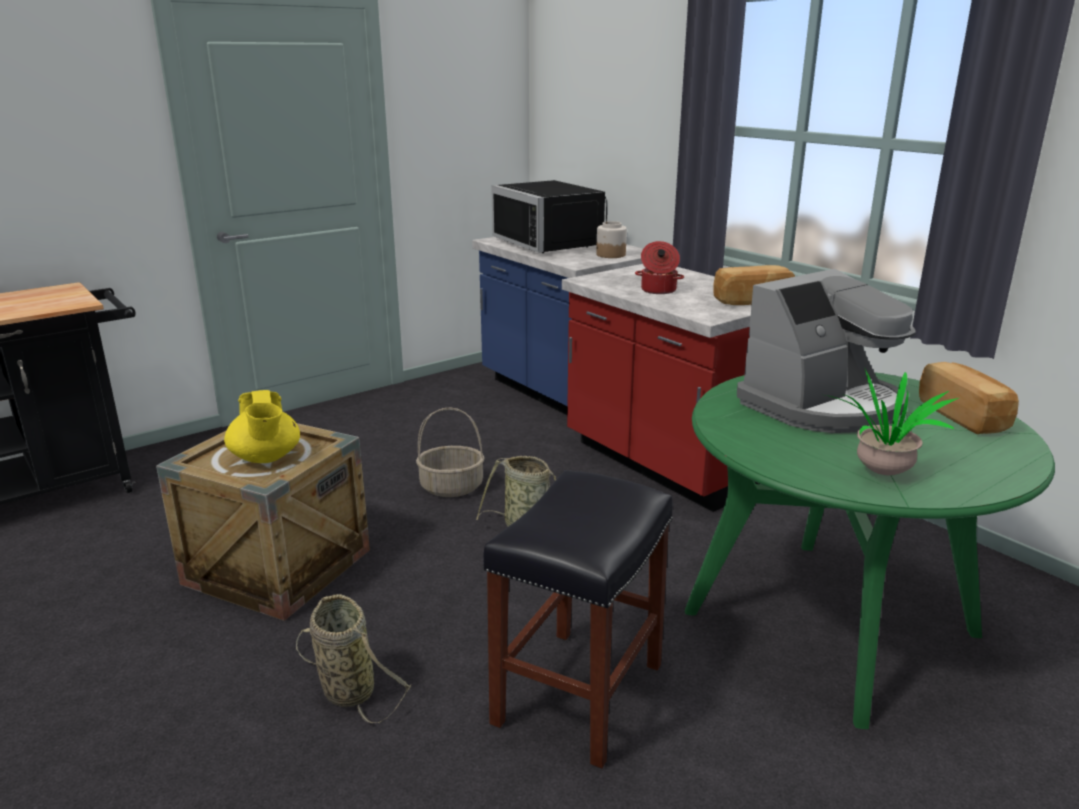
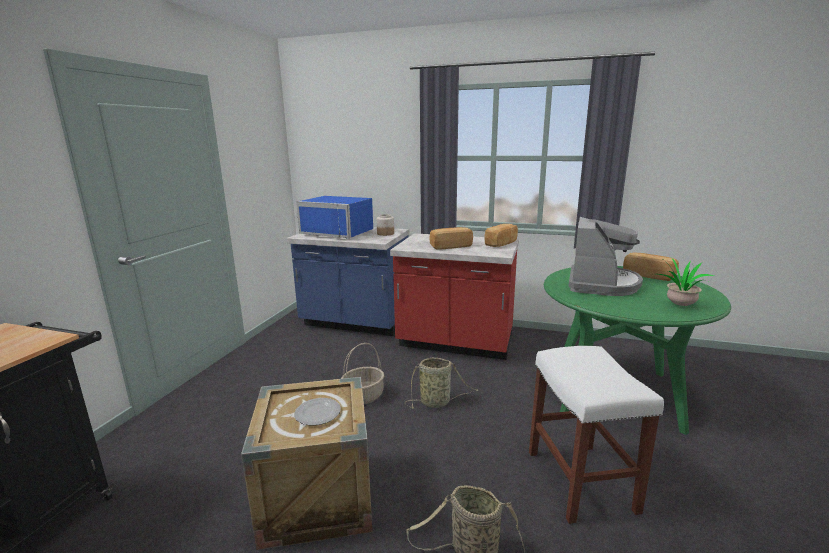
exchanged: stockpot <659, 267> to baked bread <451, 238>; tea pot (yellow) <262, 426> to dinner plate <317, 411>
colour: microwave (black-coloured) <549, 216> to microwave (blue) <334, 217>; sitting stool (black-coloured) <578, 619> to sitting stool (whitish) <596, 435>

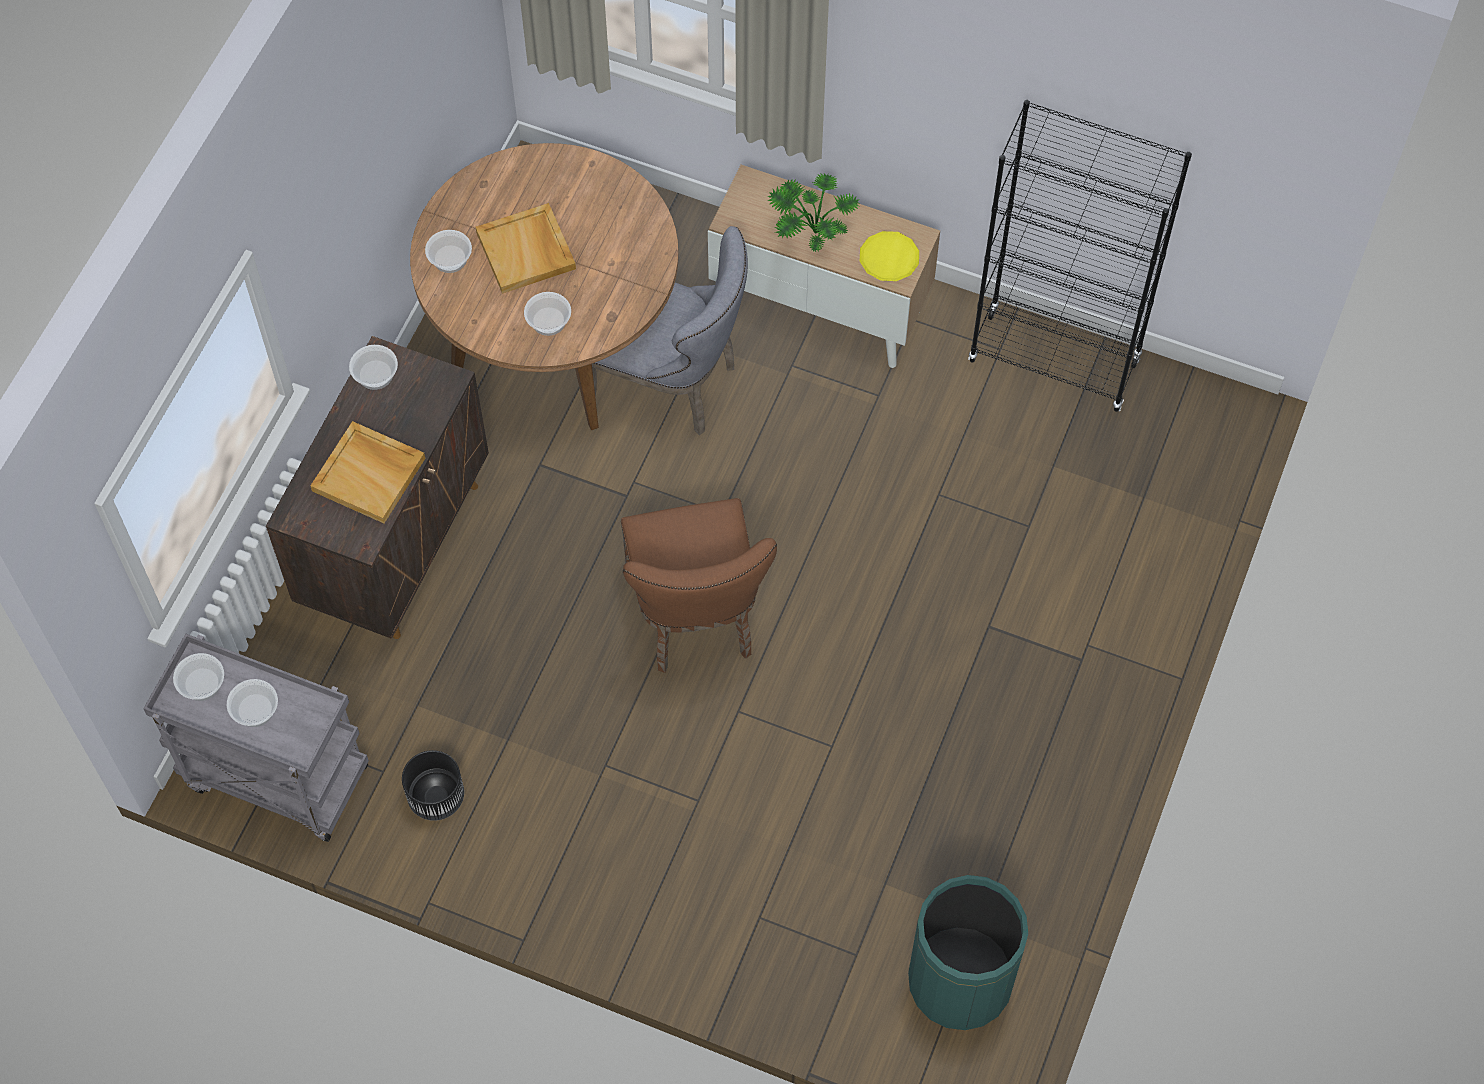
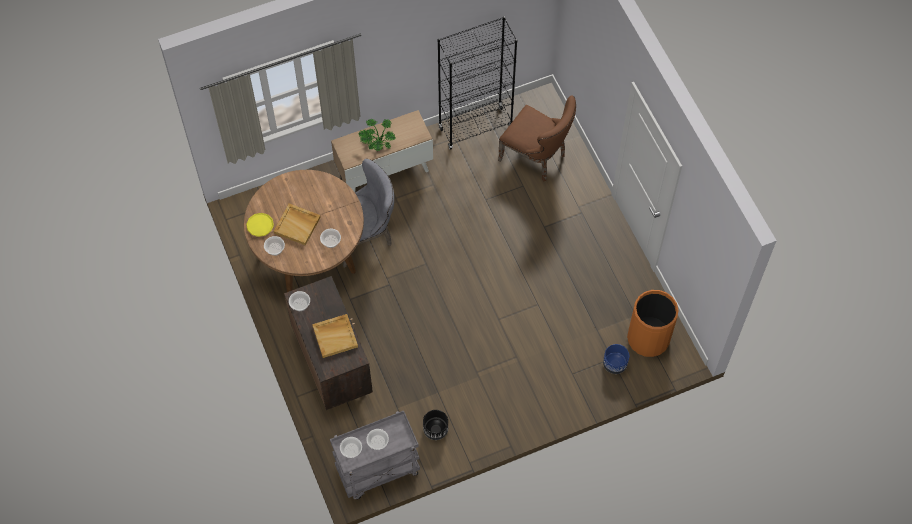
appeared: planter (blue) <616, 359>
relocated: dinner plate (yellow) <889, 256> to <260, 225>; chair (brownish) <699, 585> to <537, 139>
colour: trash can (green-coloured) <968, 952> to trash can (orangey) <653, 323>

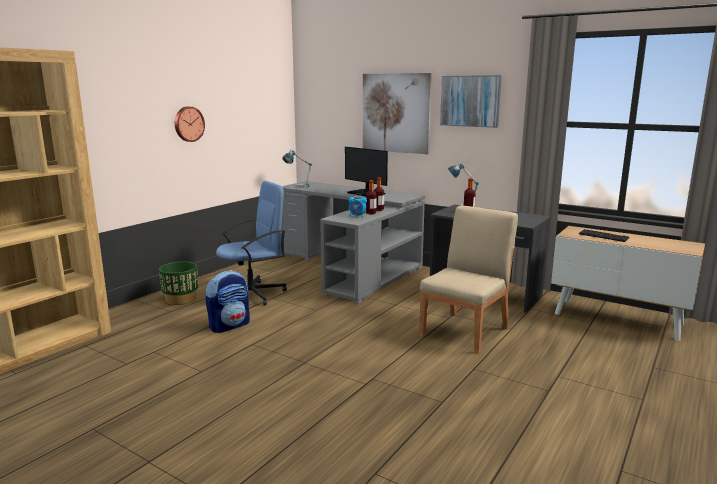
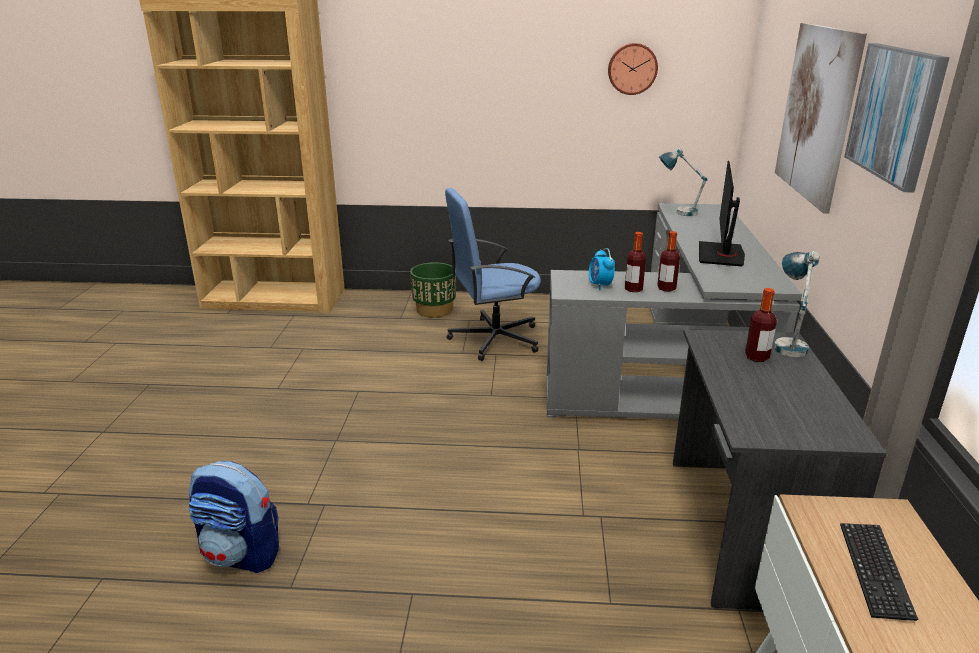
missing: chair (beige-coloured) <468, 280>
relocated: hanging clock <190, 124> to <633, 69>; rucksack <228, 301> to <234, 517>
spun: computer chair (blue) <251, 243> = <493, 274> 135 degrees clockwise

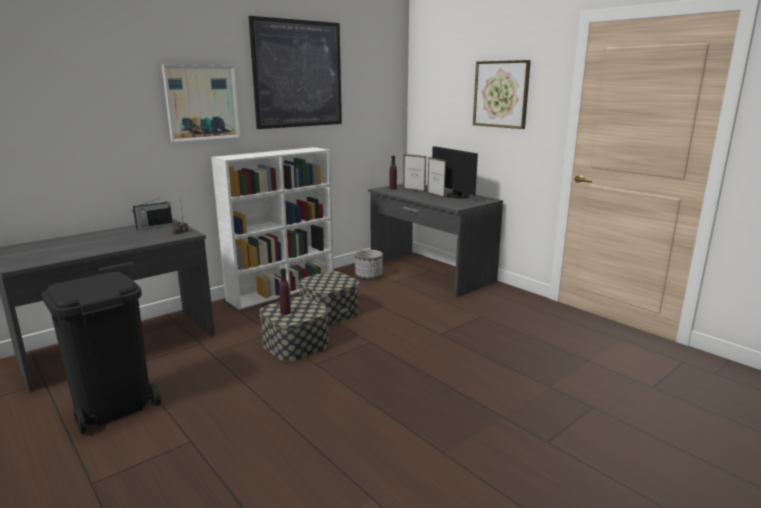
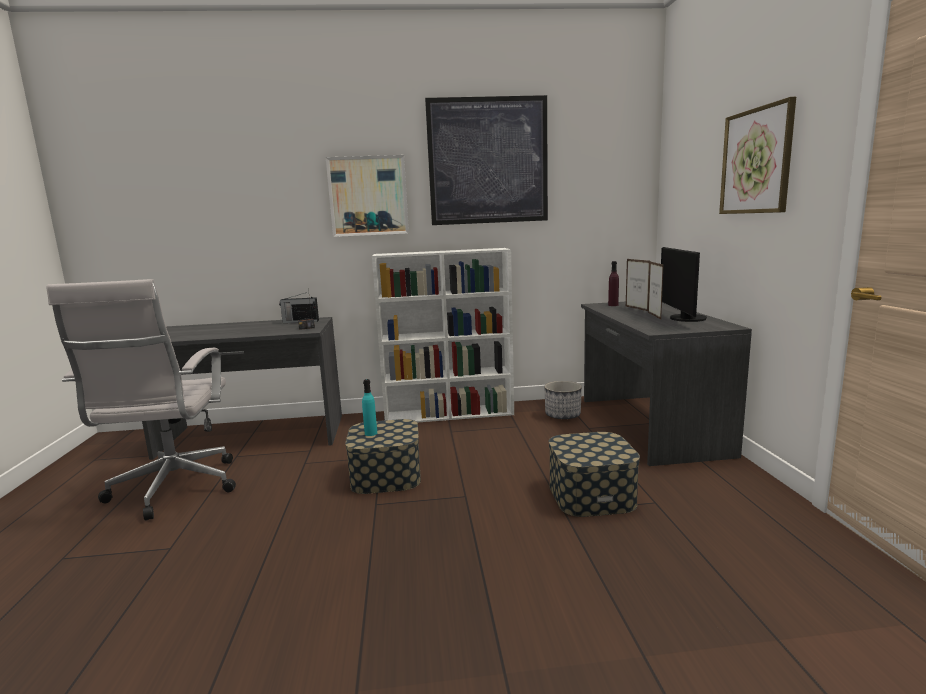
relocated: storage box <329, 298> to <594, 474>
exchanged: trash can (black-coloured) <101, 353> to computer chair (whitish) <141, 400>
colour: beverage bottle (purplish) <285, 291> to beverage bottle (turquoise-coloured) <369, 407>

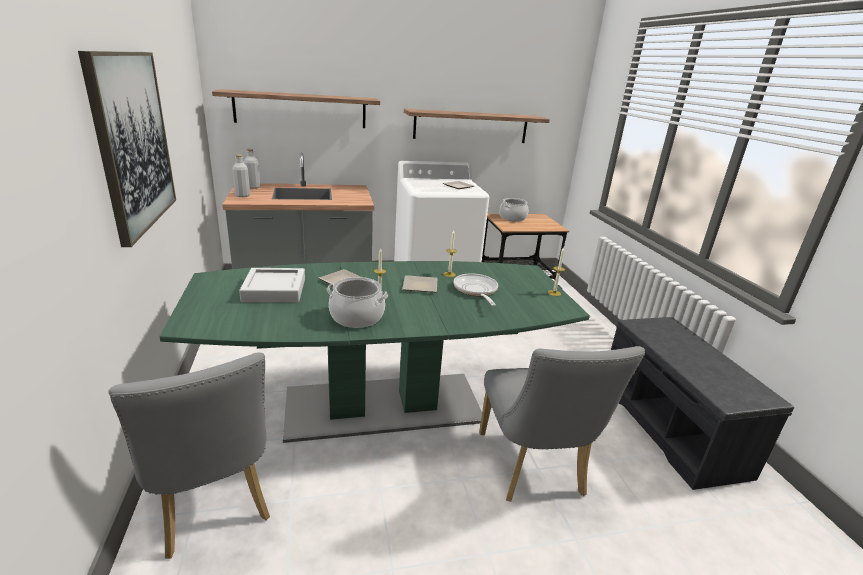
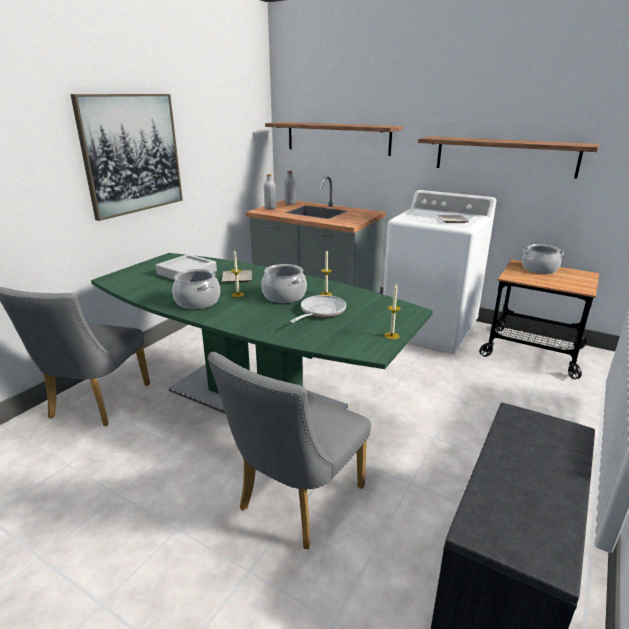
exchanged: dinner plate <419, 283> to stockpot <284, 283>

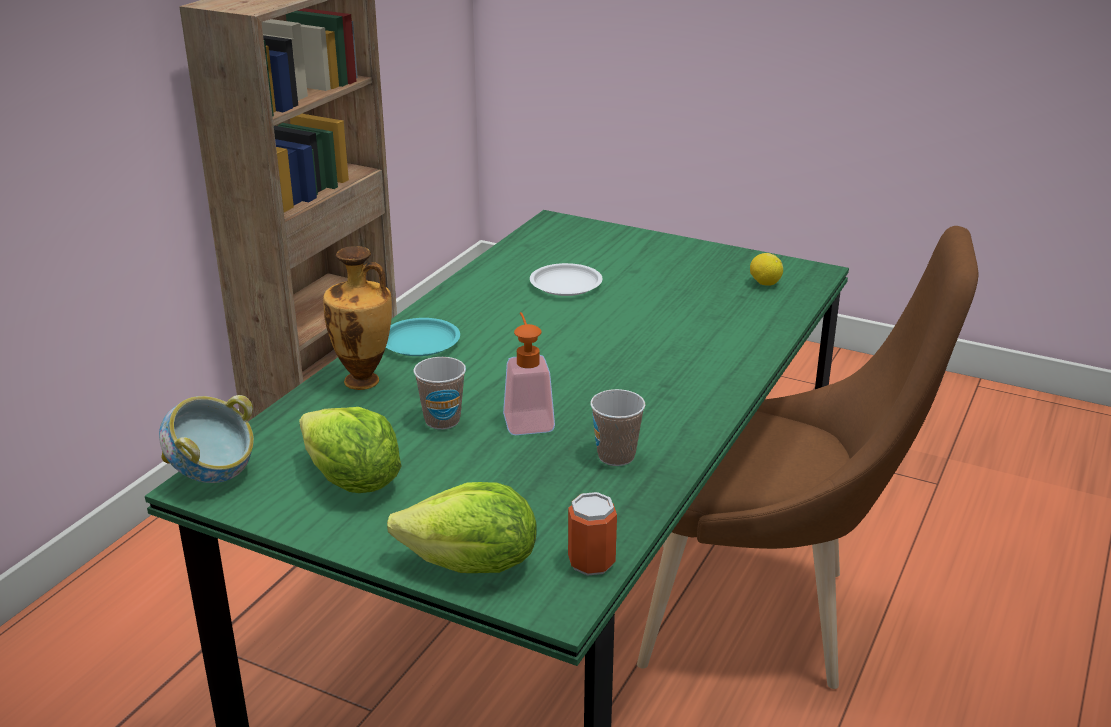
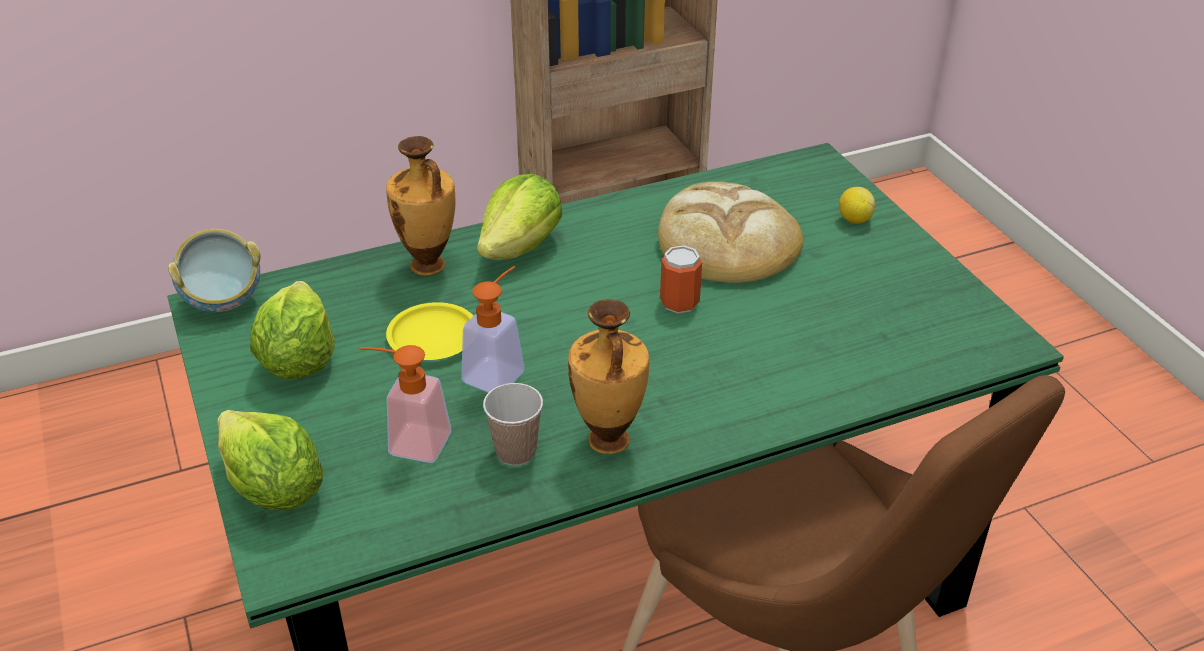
appeared: decorative vase <608, 376>; soap bottle <405, 404>
relocated: lemon <766, 269> to <857, 205>; can <592, 534> to <681, 279>
exchanged: dinner plate (whitish) <566, 279> to baked bread <730, 232>; dinner plate (turquoise-coloured) <423, 337> to head of lettuce <519, 217>; cup <439, 393> to dinner plate (yellow) <429, 331>

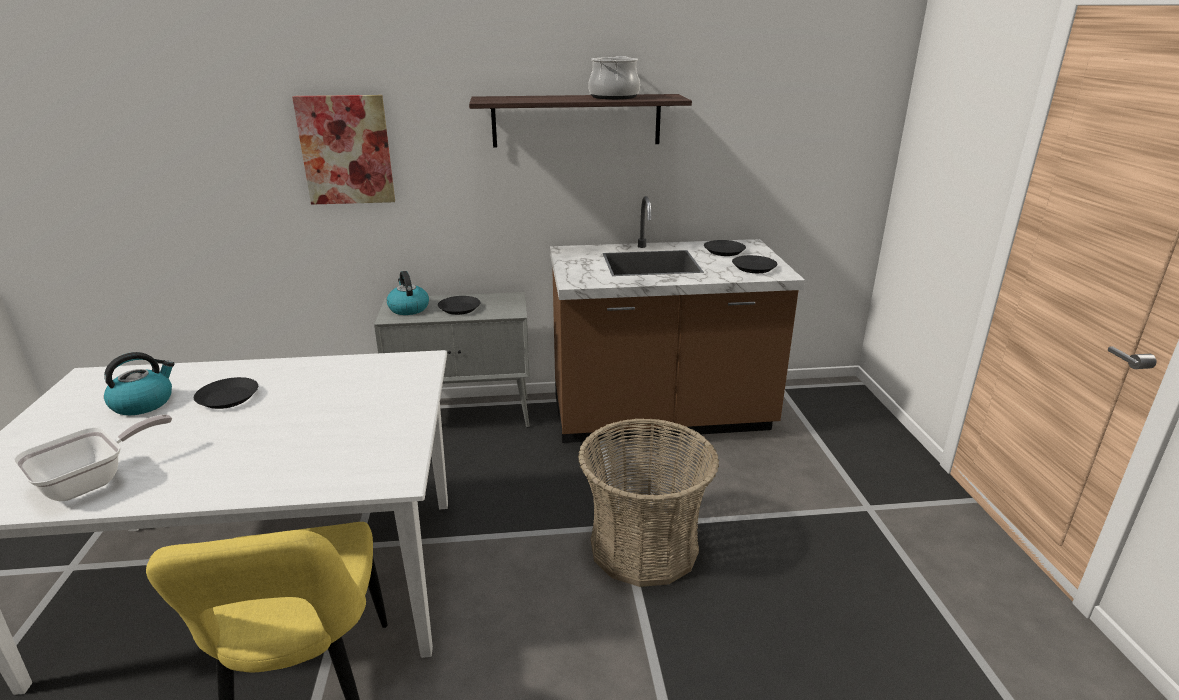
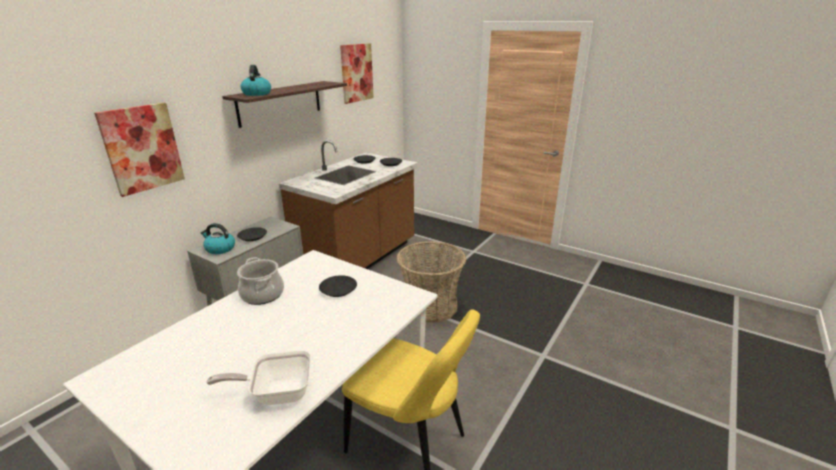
appeared: wall picture <357, 73>
relocated: stockpot <614, 78> to <260, 281>; kettle <139, 383> to <255, 80>; dinner plate (black-coloured) <226, 393> to <338, 286>
spun: frying pan <93, 457> = <258, 377> 90 degrees counterclockwise

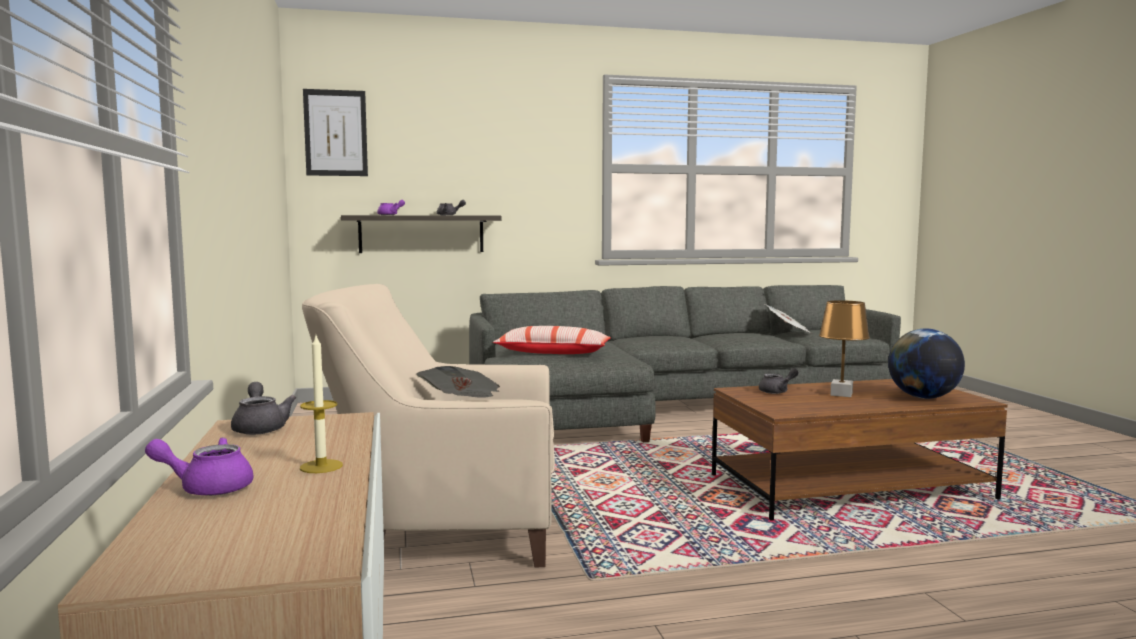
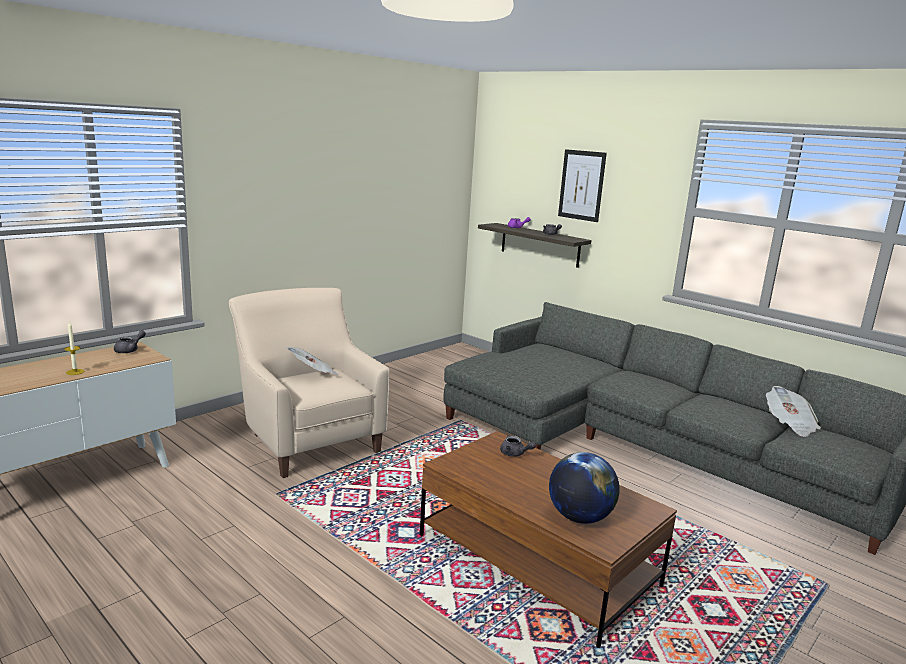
missing: lamp for a table (brownish) <844, 348>; throw pillow <552, 340>; tea pot (purplish) <199, 466>
relocated: wall picture <335, 132> to <582, 185>

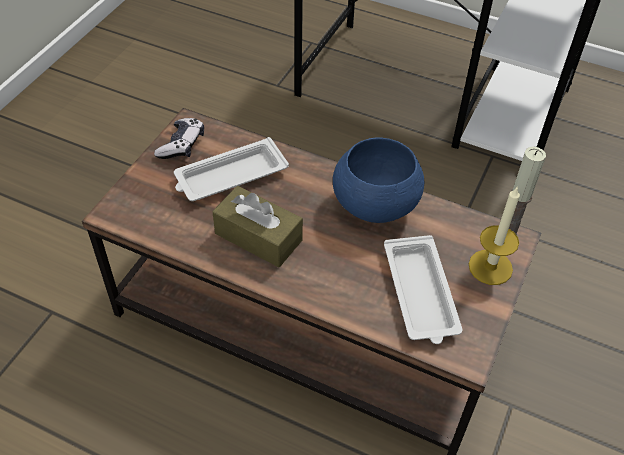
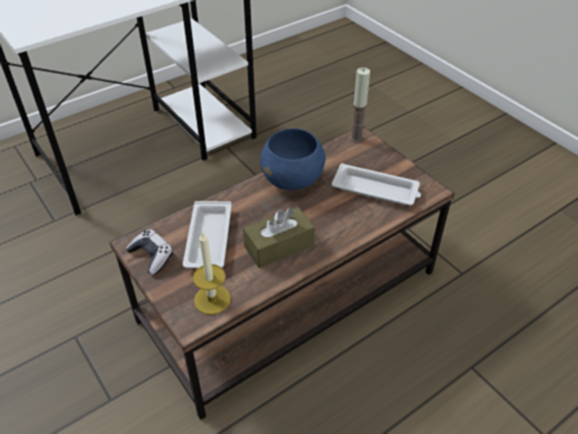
relocated: wax candle <494, 235> to <212, 273>

